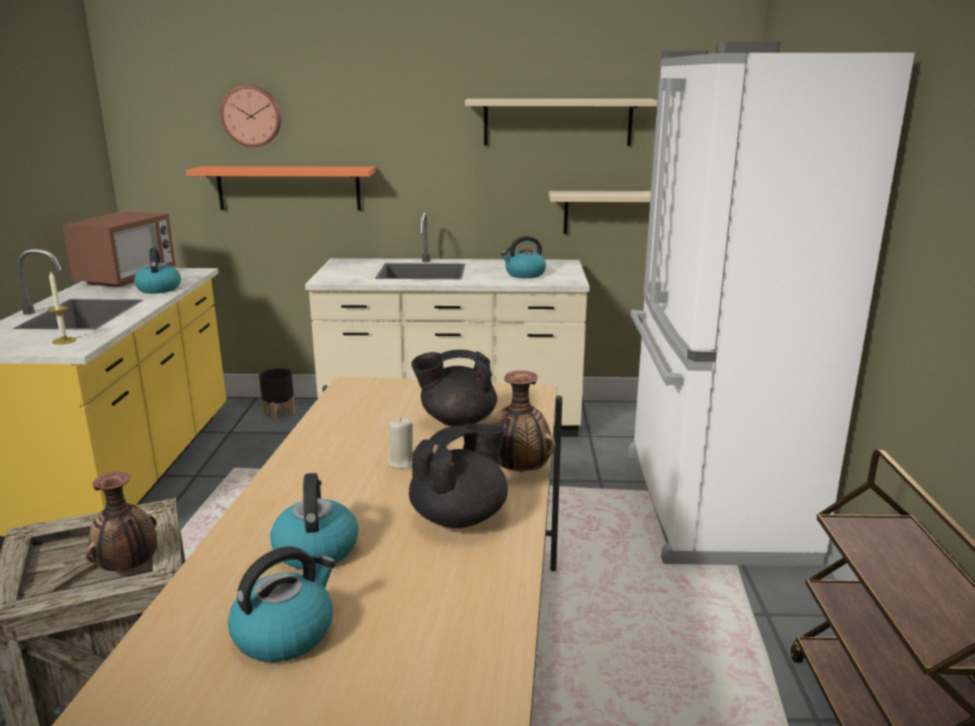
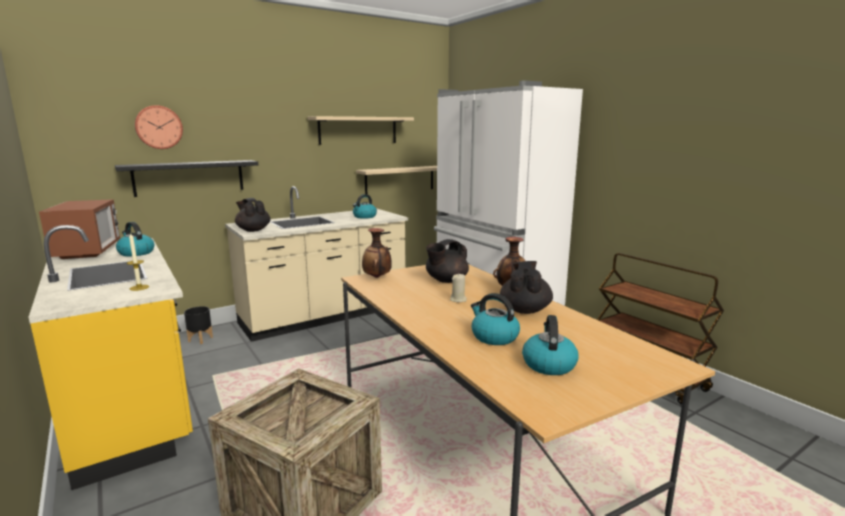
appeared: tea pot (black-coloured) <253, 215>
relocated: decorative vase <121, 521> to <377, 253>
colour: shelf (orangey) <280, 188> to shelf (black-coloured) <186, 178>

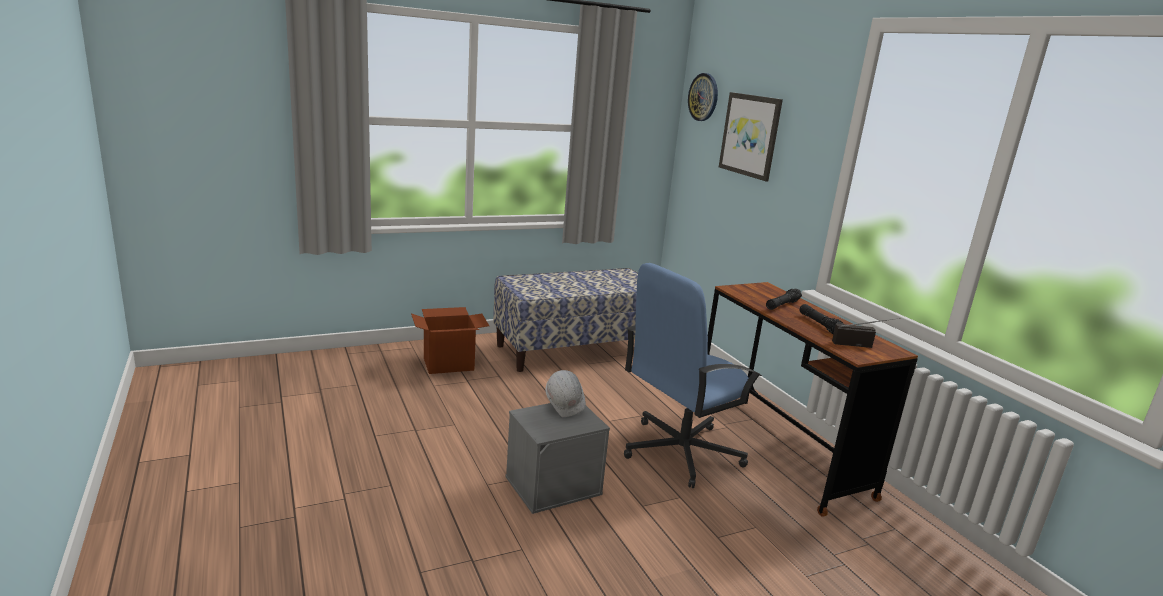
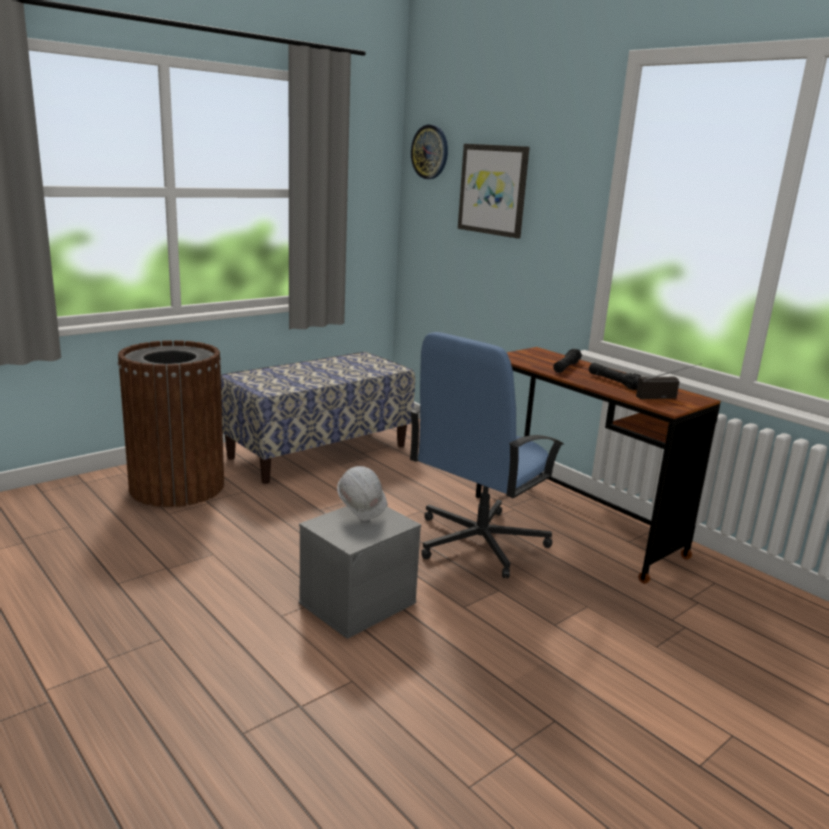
exchanged: cardboard box <450, 340> to trash can (brownish) <170, 423>

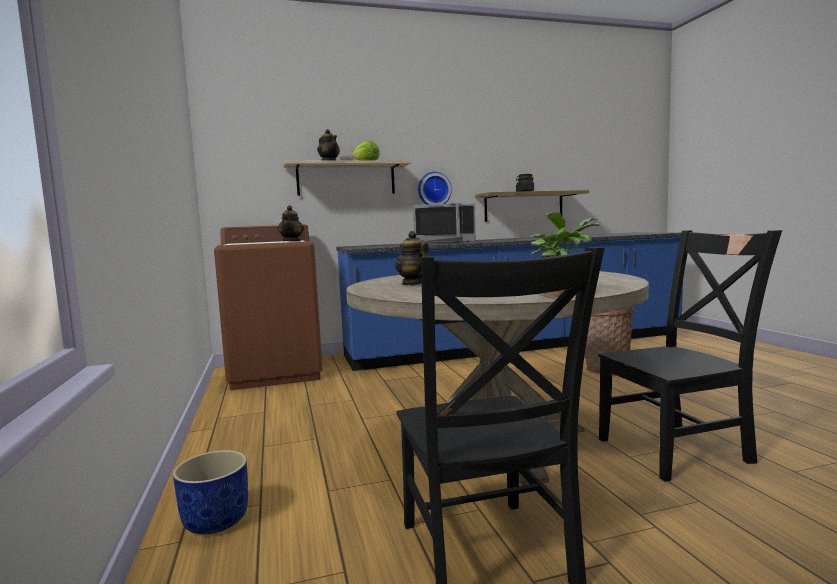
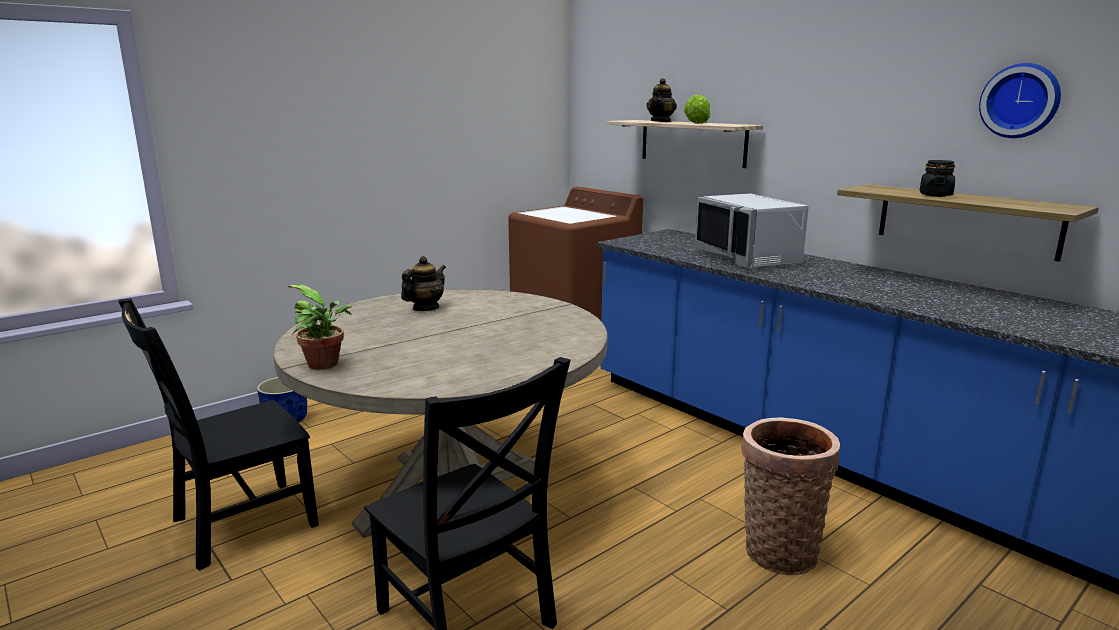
missing: tea pot <290, 223>
relocated: hanging clock <435, 188> to <1020, 100>

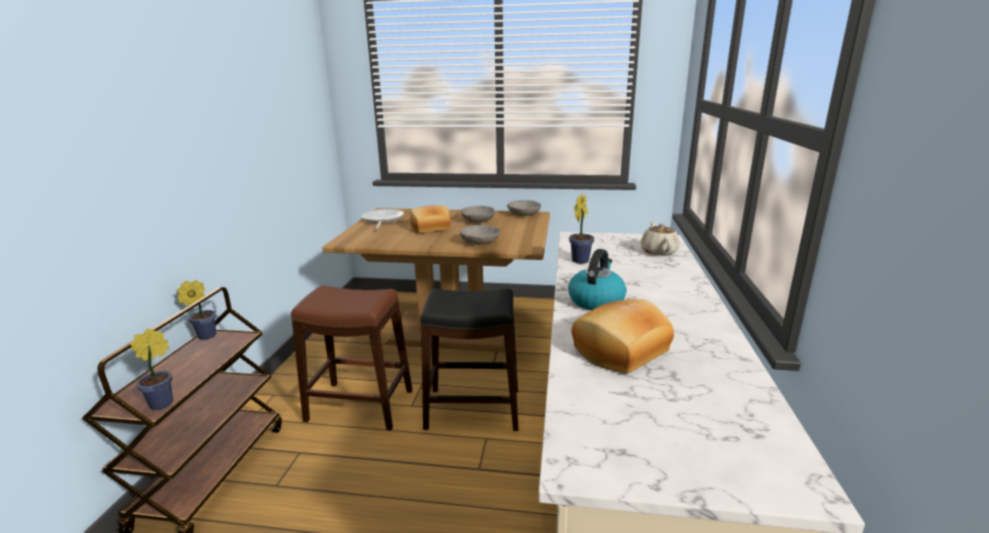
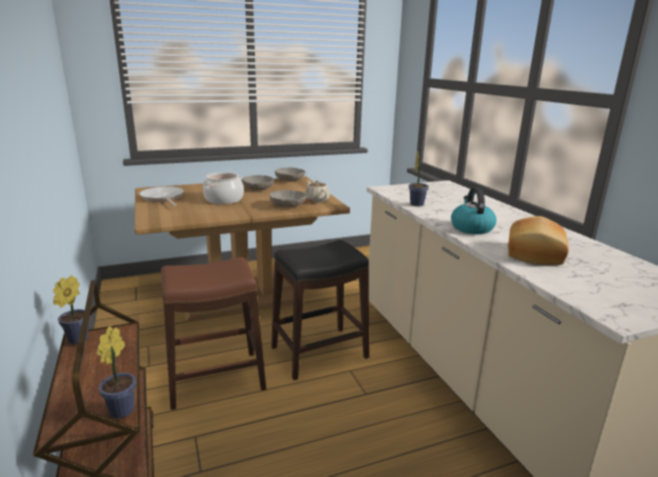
relocated: tea pot (beige-coloured) <660, 238> to <317, 191>
exchanged: baked bread <430, 219> to stockpot <223, 188>

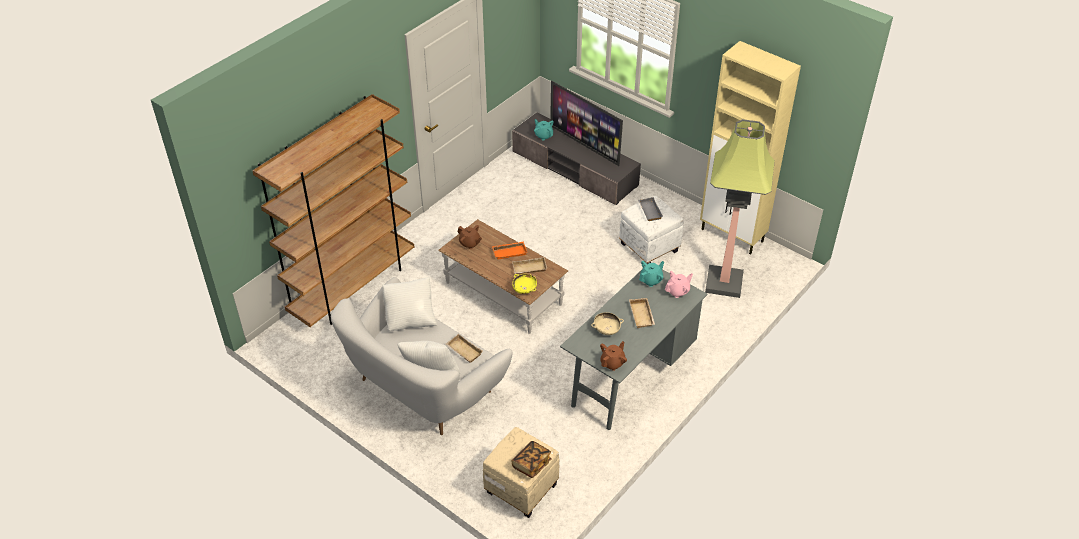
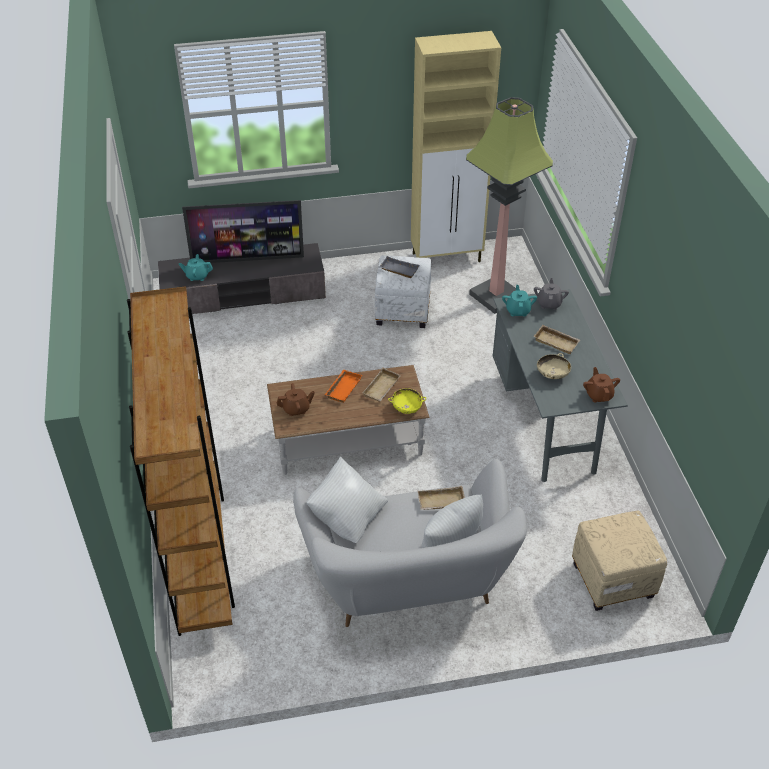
missing: bound book <532, 459>
colour: tea pot (pink-coloured) <679, 284> to tea pot (gray) <551, 294>

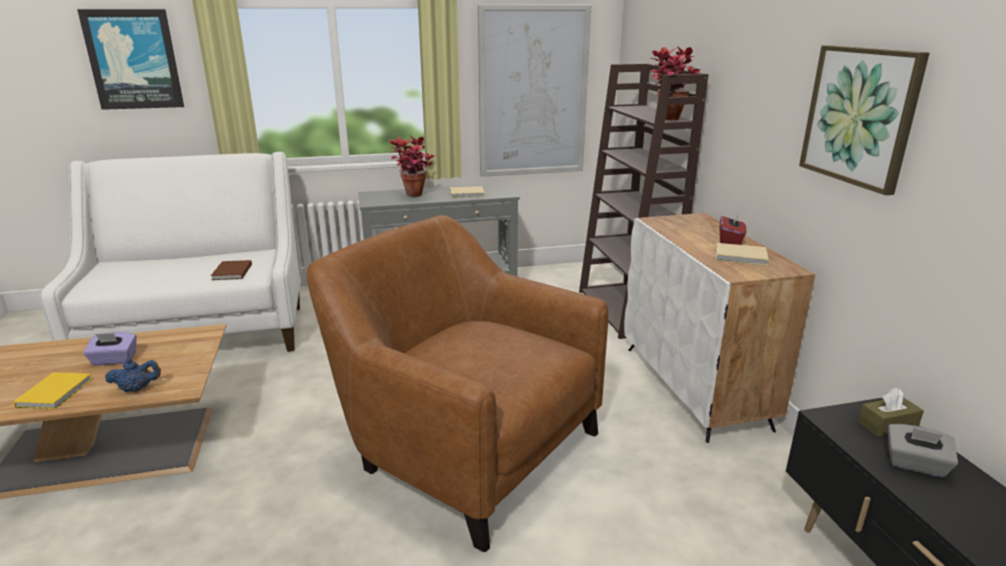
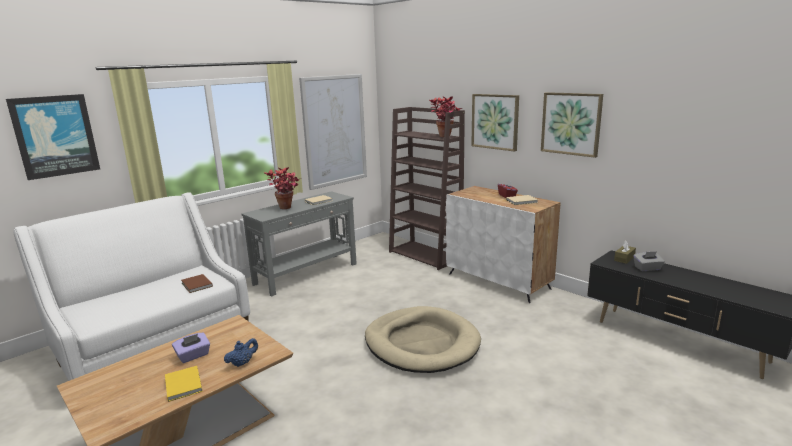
appeared: wall picture <495, 123>
exchanged: lounge chair (brownish) <457, 383> to dog bed (beige-coloured) <423, 339>

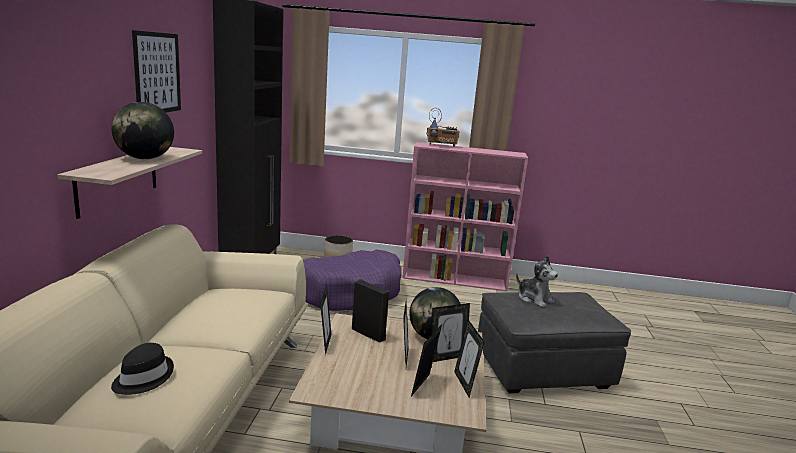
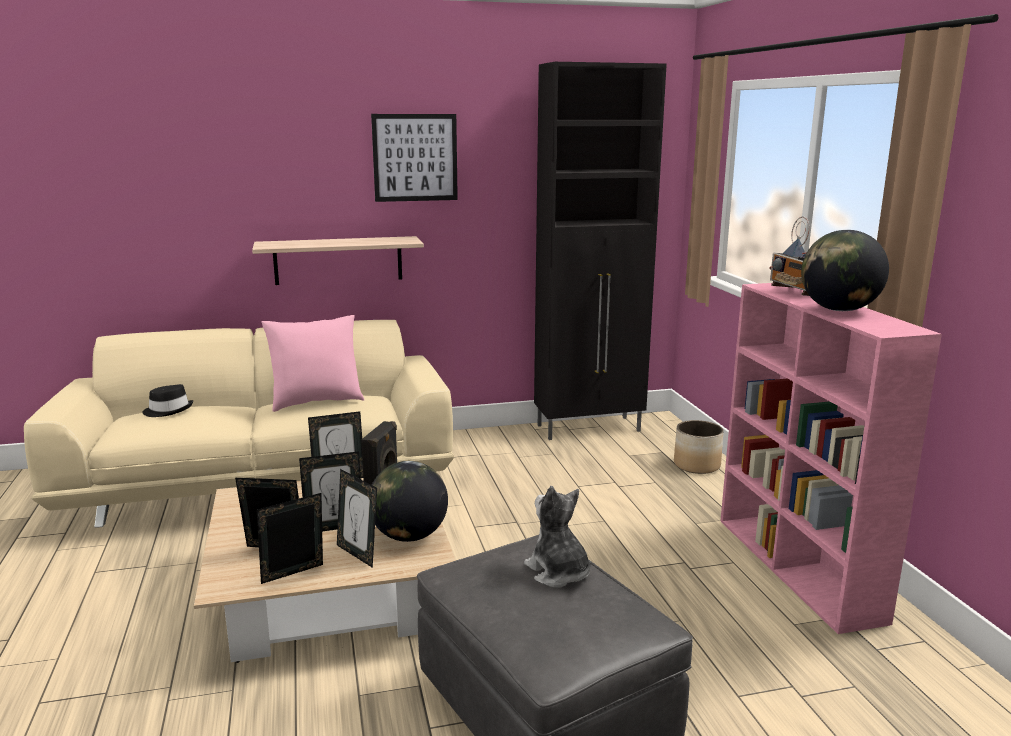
missing: dog bed (purplish) <352, 280>
appeared: throw pillow (pink-coloured) <312, 363>
relocated: desk globe <143, 131> to <845, 270>
spun: cuddly toy <537, 282> = <557, 537> 120 degrees clockwise

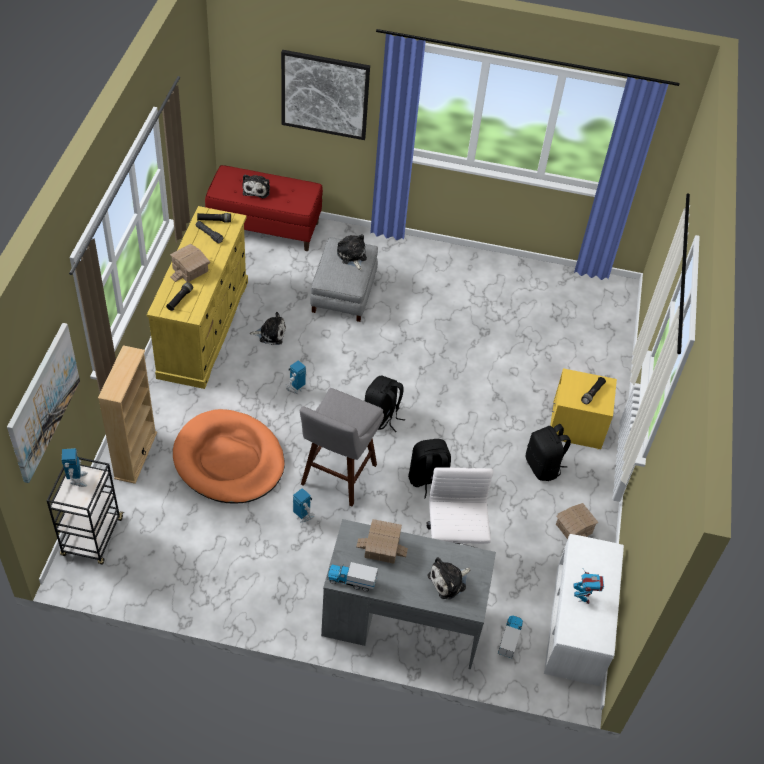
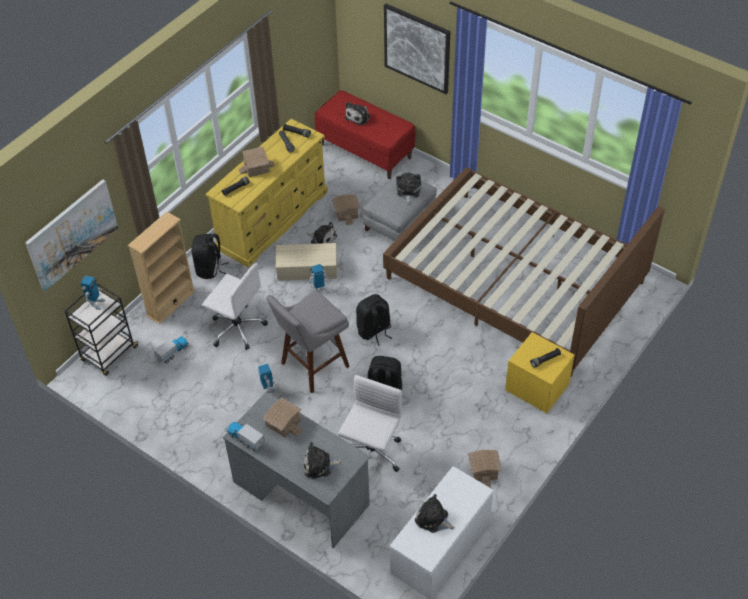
appeared: bed (brownish) <524, 272>; model house <346, 210>; storage box (beige-coloured) <306, 262>
relocated: rucksack (black-coloured) <548, 452> to <210, 256>; toy truck <510, 636> to <171, 349>
exchanged: dog bed (orangey) <229, 456> to computer chair (whitish) <235, 306>; model robot <588, 587> to cuddly toy <435, 513>

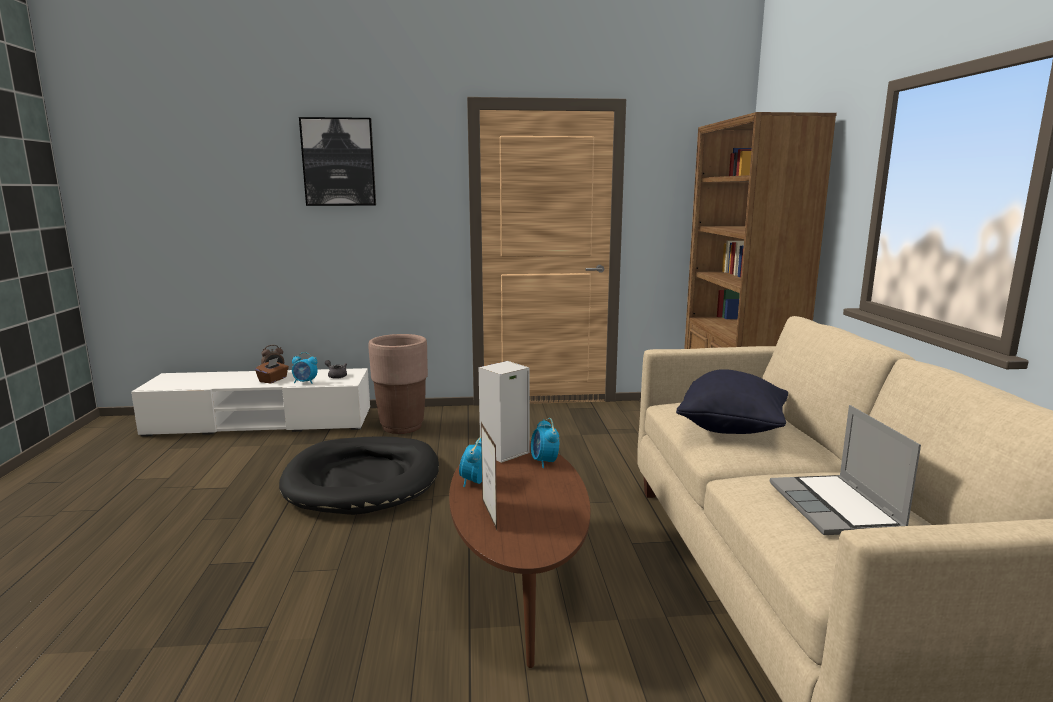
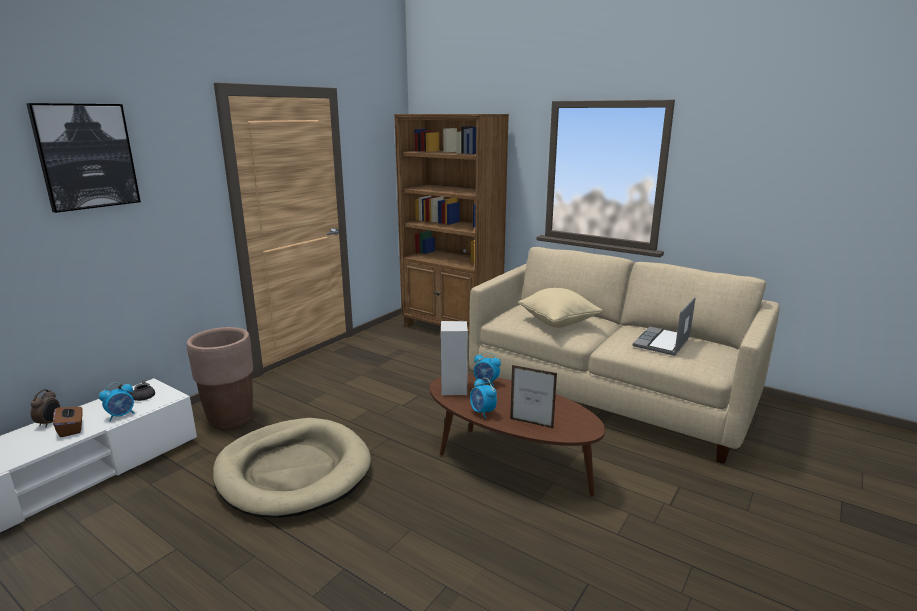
colour: throw pillow (black-coloured) <732, 401> to throw pillow (beige-coloured) <560, 308>; dog bed (black-coloured) <359, 475> to dog bed (beige-coloured) <292, 468>
spun: laptop <845, 470> = <664, 326> 90 degrees clockwise

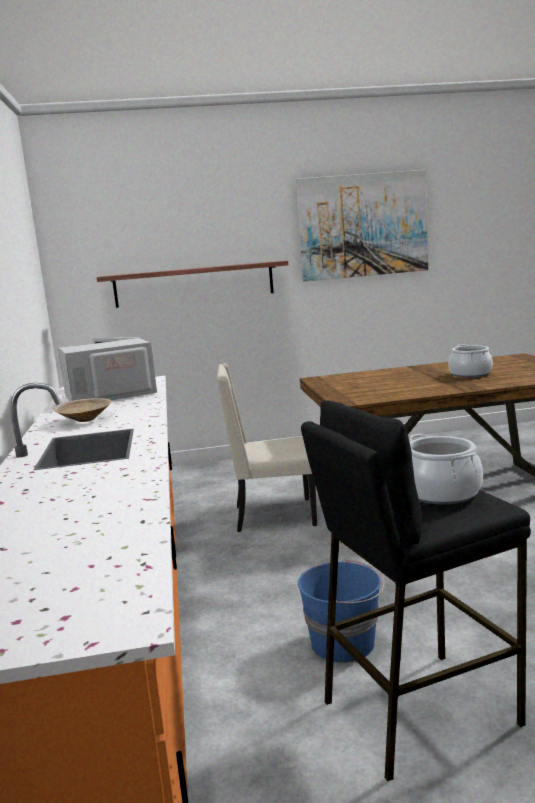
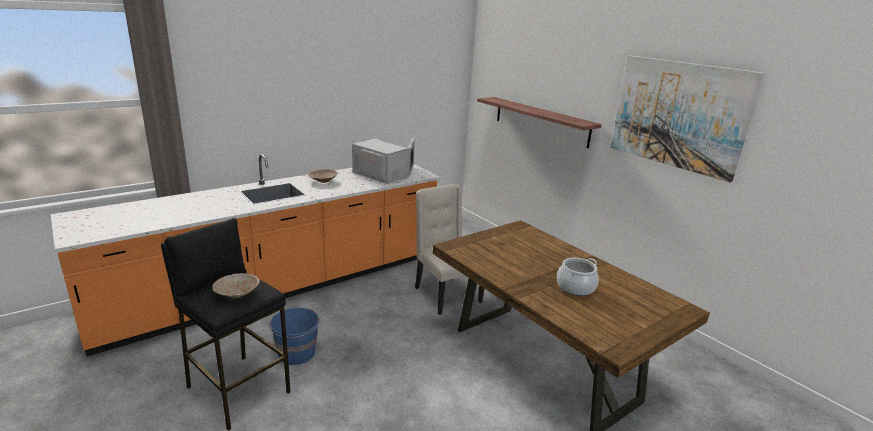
exchanged: stockpot <446, 469> to deep dish (beige-coloured) <236, 285>

